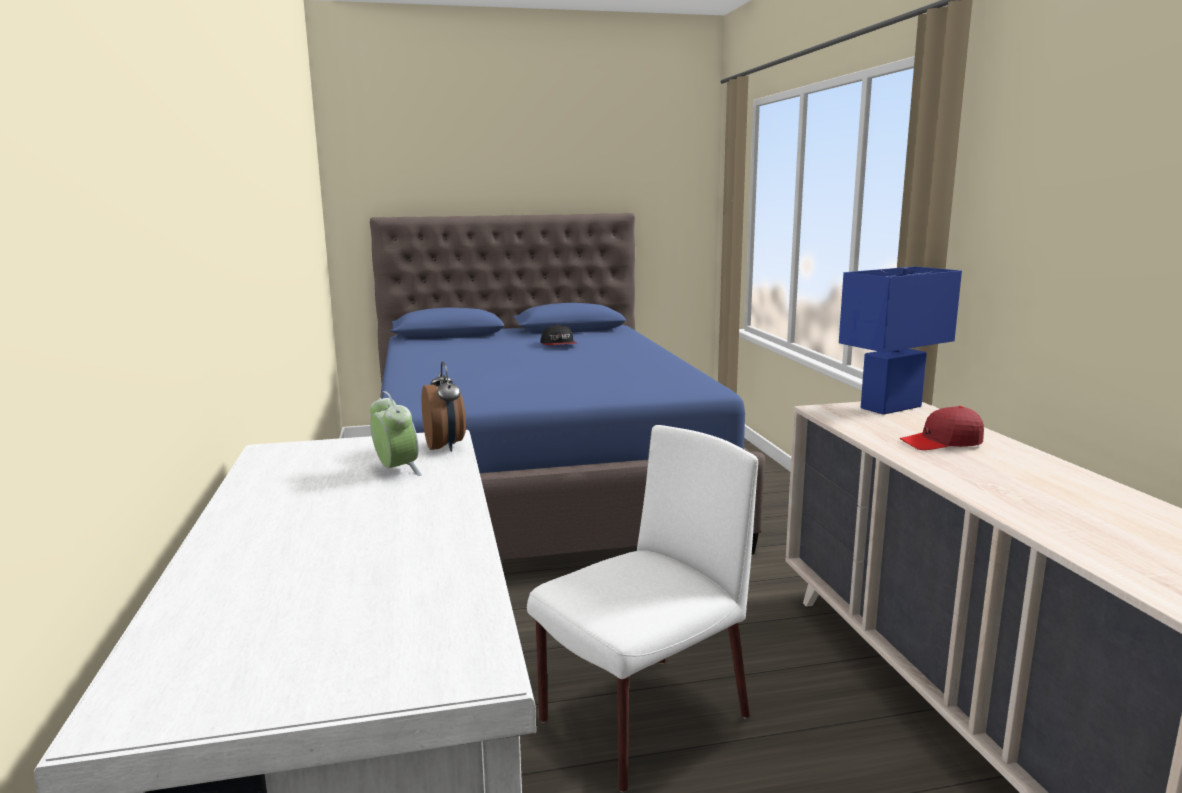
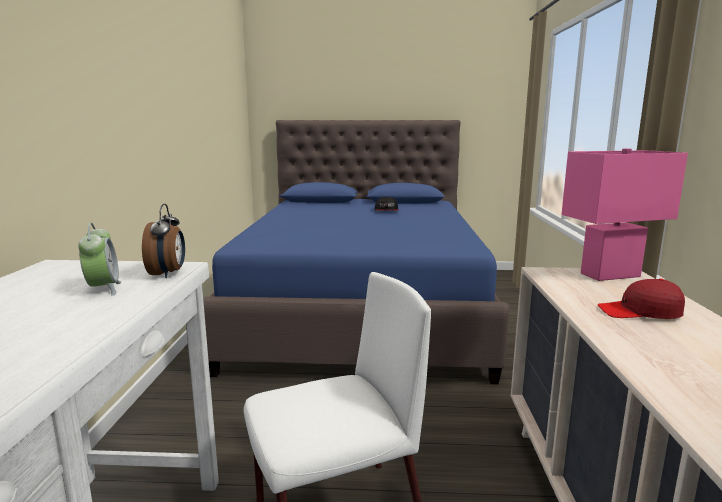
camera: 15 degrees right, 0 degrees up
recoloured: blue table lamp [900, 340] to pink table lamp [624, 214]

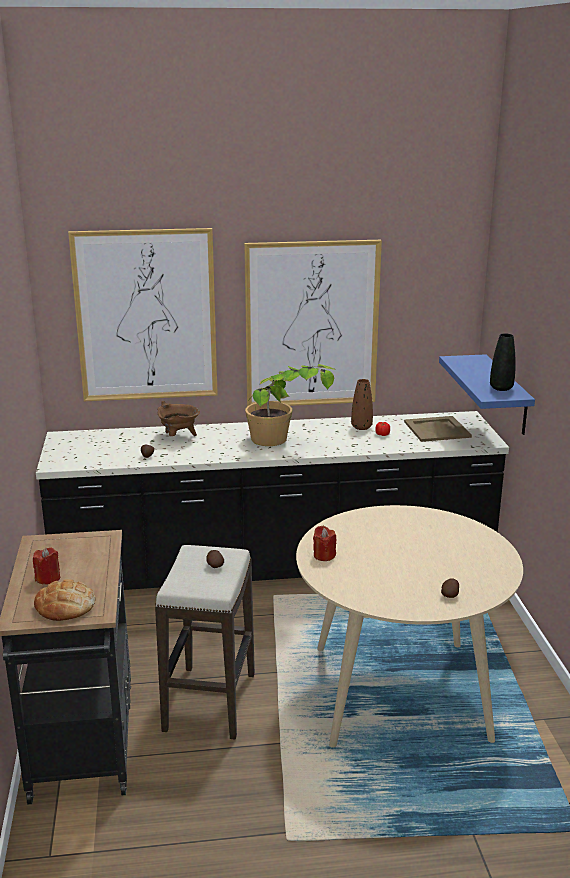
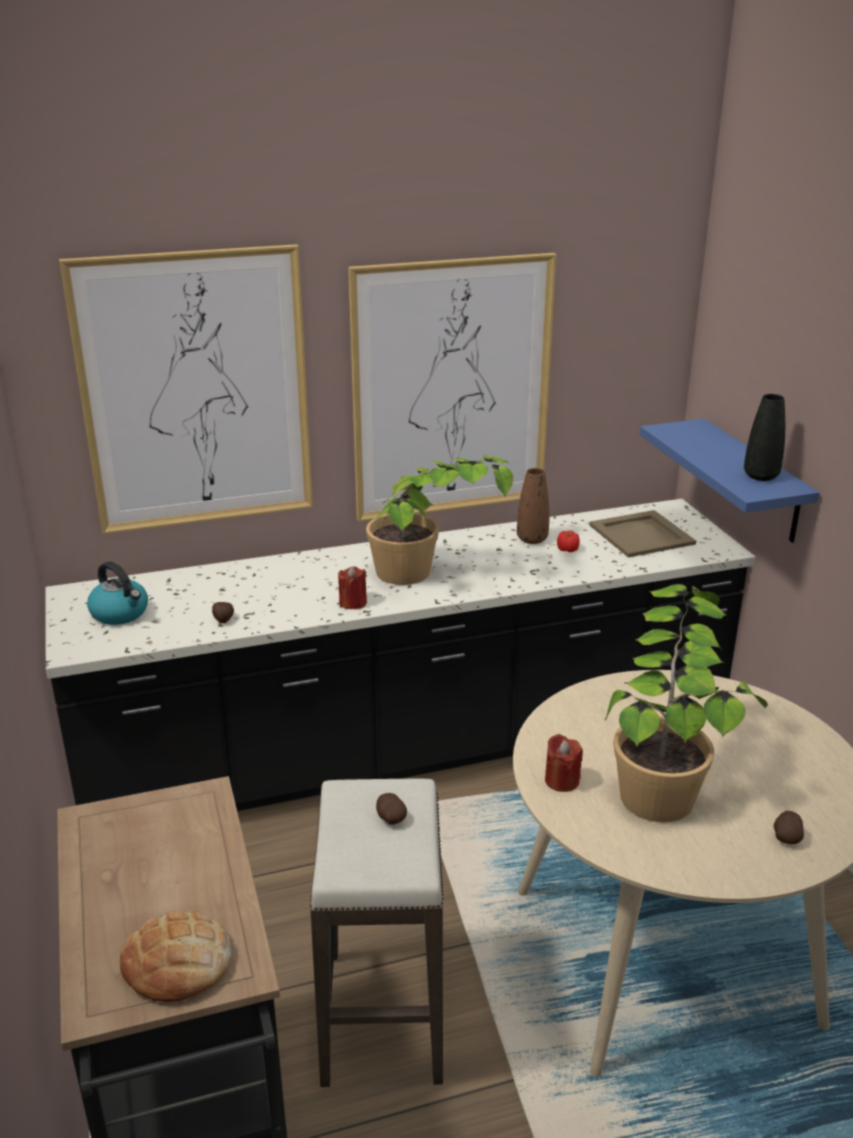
camera: 10 degrees left, 5 degrees up
removed: brown cooking pot [178, 418]
added: kettle [117, 593]; potted plant [686, 703]
moved: red candle [46, 566] to [352, 587]

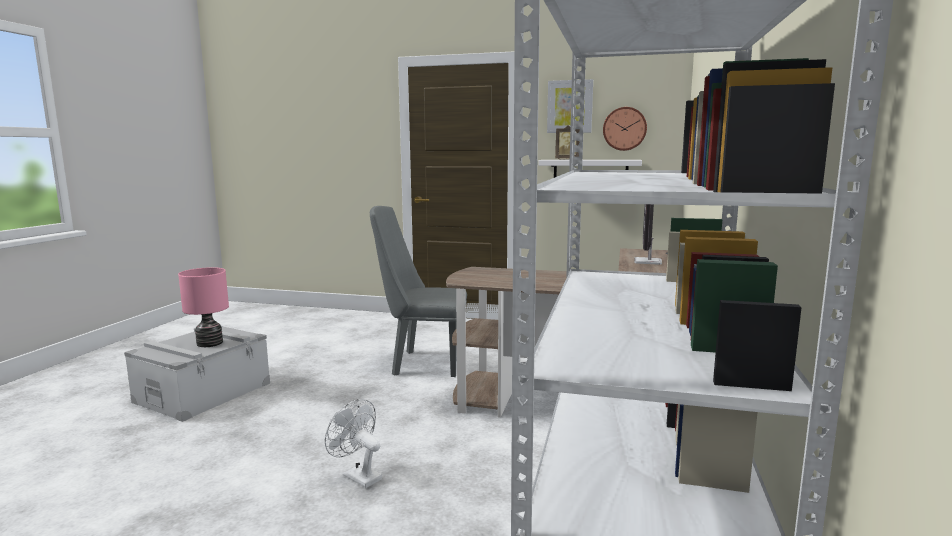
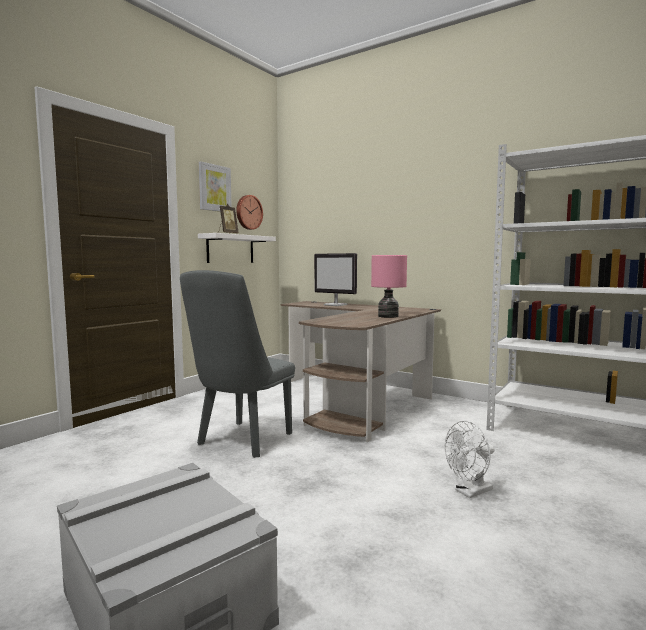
camera: 70 degrees left, 5 degrees down
moved: pink table lamp [203, 307] to [389, 286]

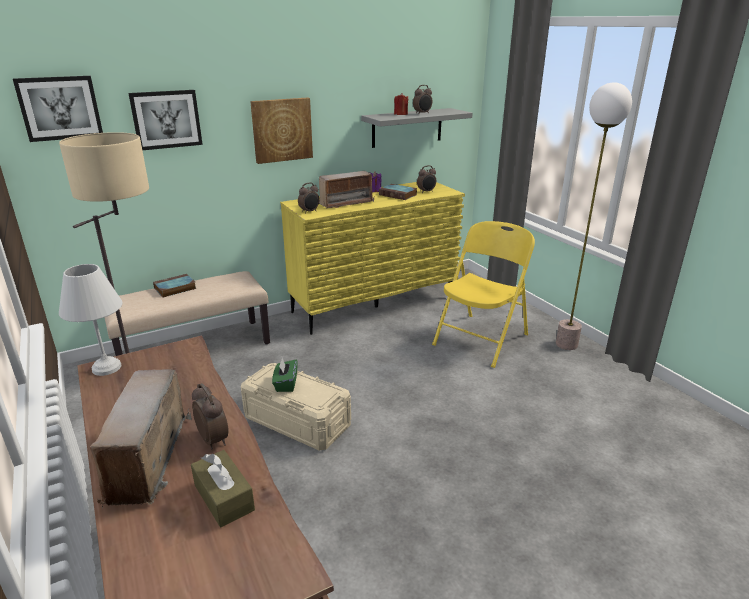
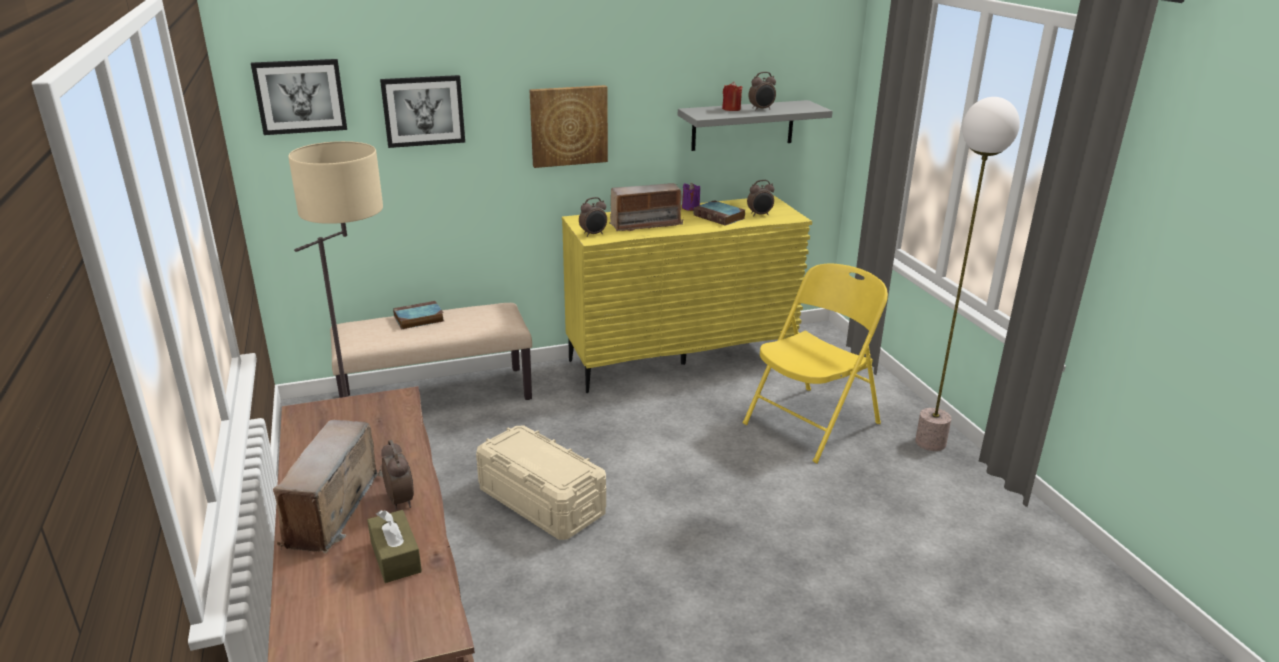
camera: 10 degrees right, 0 degrees up
removed: white table lamp [90, 320]; green tissue box [285, 375]

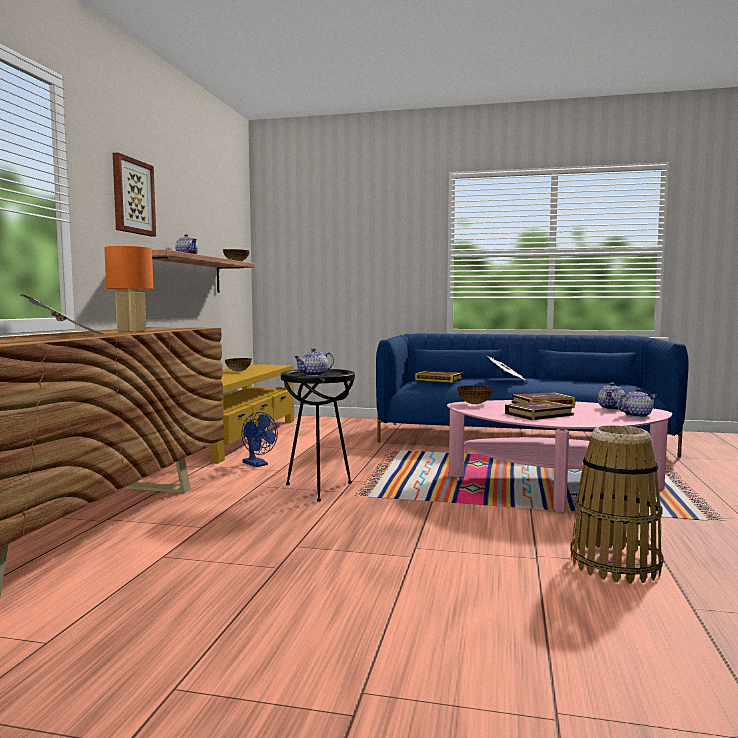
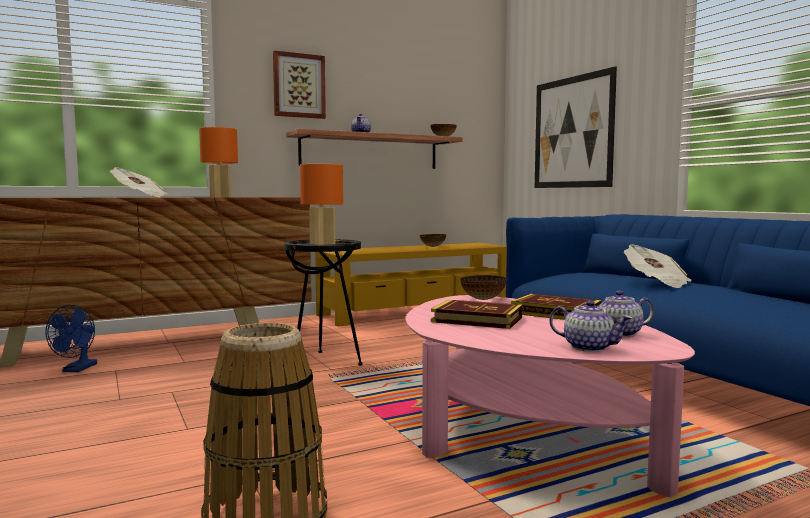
camera: 50 degrees right, 0 degrees up
removed: book [439, 377]
added: picture [576, 127]
moved: blue fan [259, 439] to [71, 338]
replaced: teapot [313, 362] to orange table lamp [321, 204]

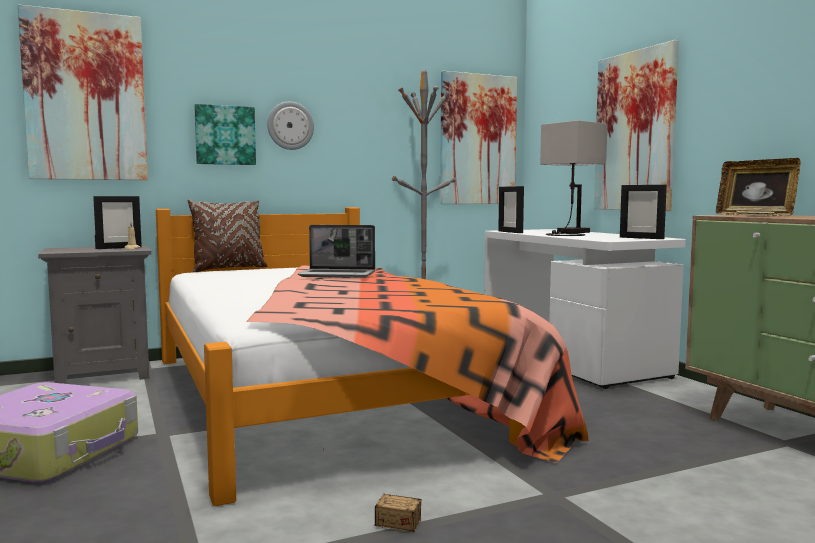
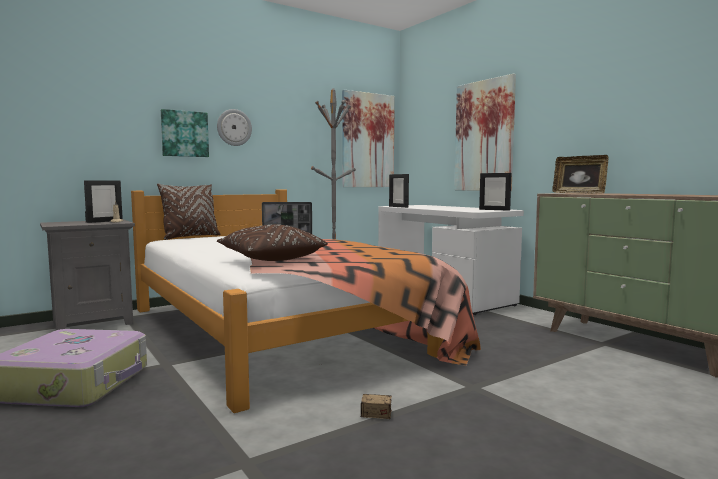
camera: 10 degrees left, 0 degrees up
removed: picture [83, 92]; table lamp [574, 178]
added: brown pillow [272, 242]

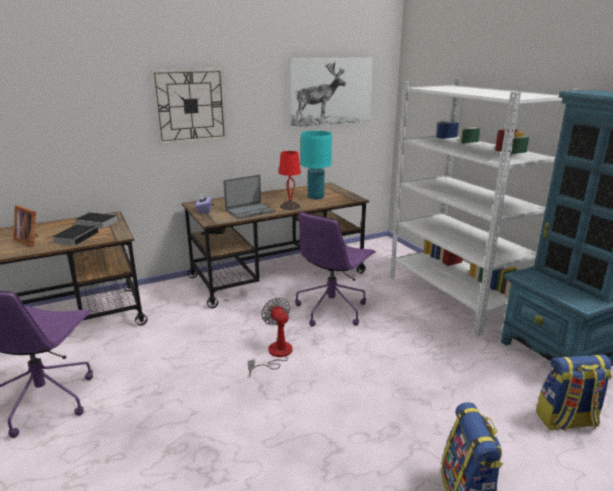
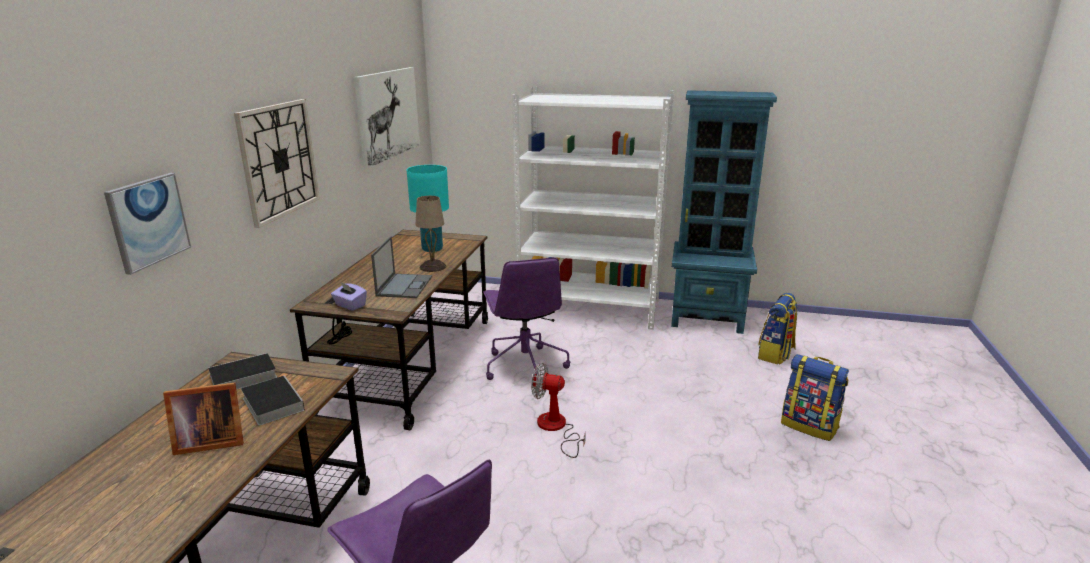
camera: 50 degrees left, 0 degrees up
added: picture [147, 224]
recoloured: red table lamp [290, 180] to beige table lamp [431, 234]

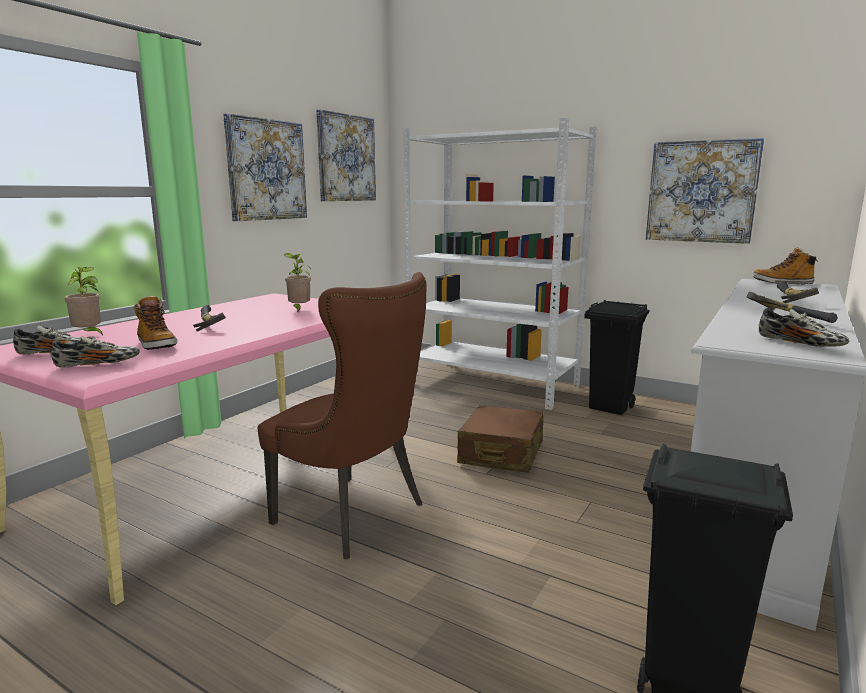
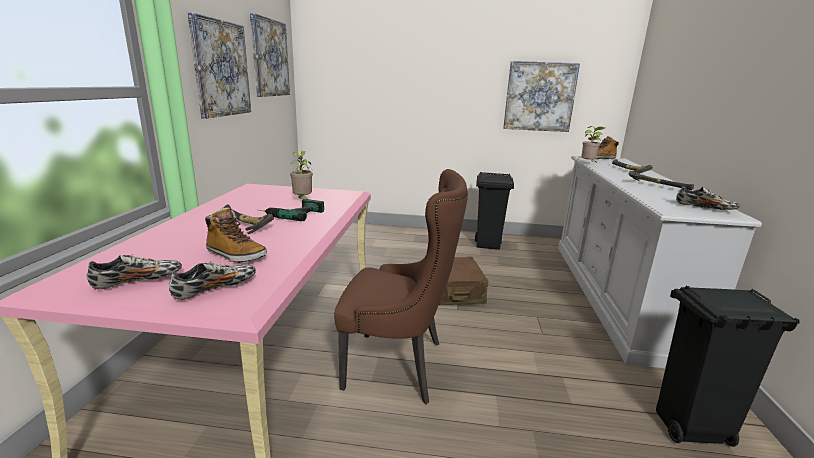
camera: 25 degrees left, 5 degrees up
removed: white bookcase [500, 264]
added: power drill [291, 210]
moved: potted plant [83, 301] to [593, 144]

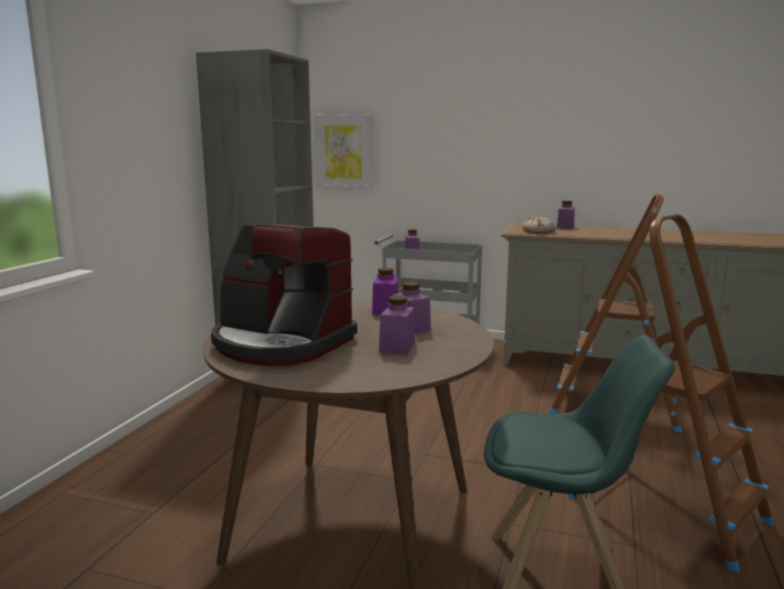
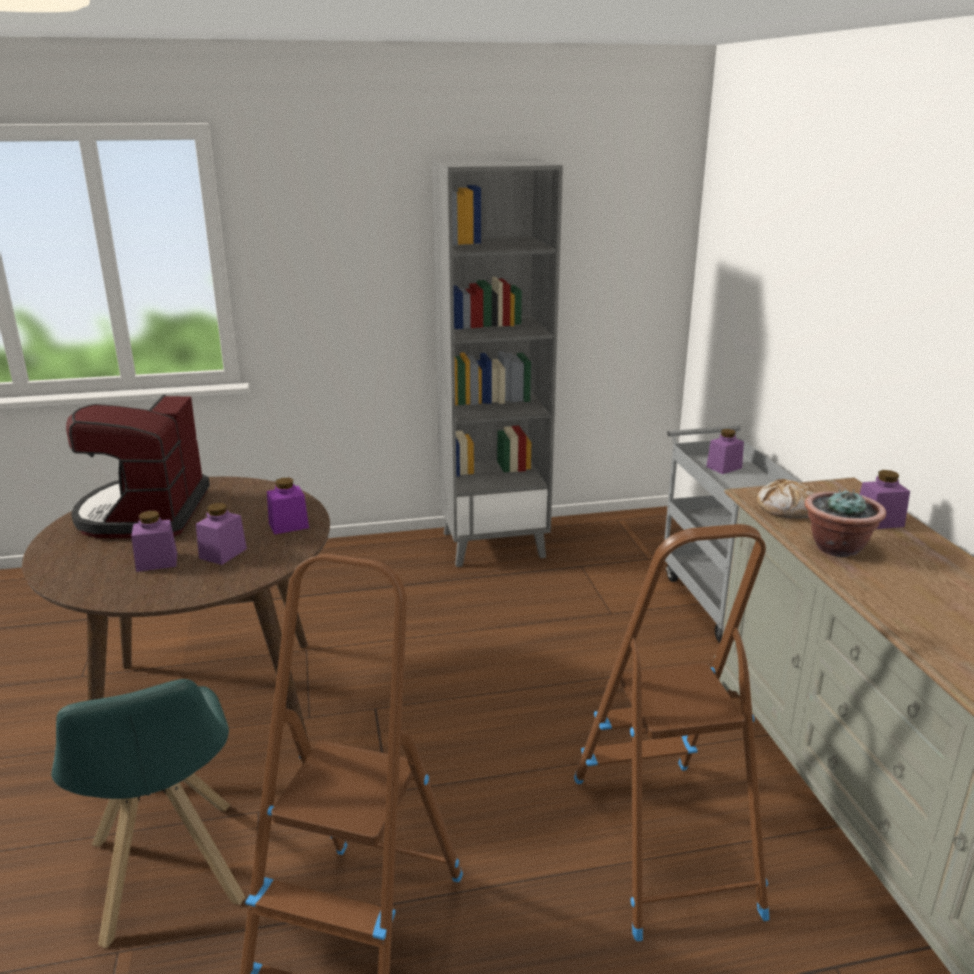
camera: 60 degrees right, 10 degrees up
removed: picture [343, 152]
added: potted plant [845, 523]

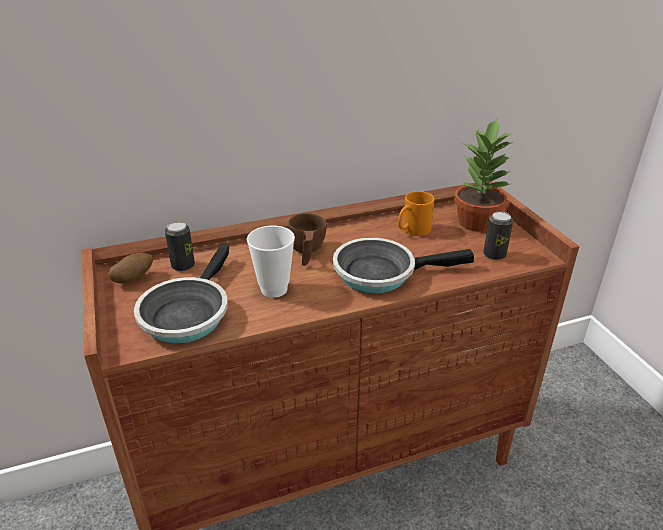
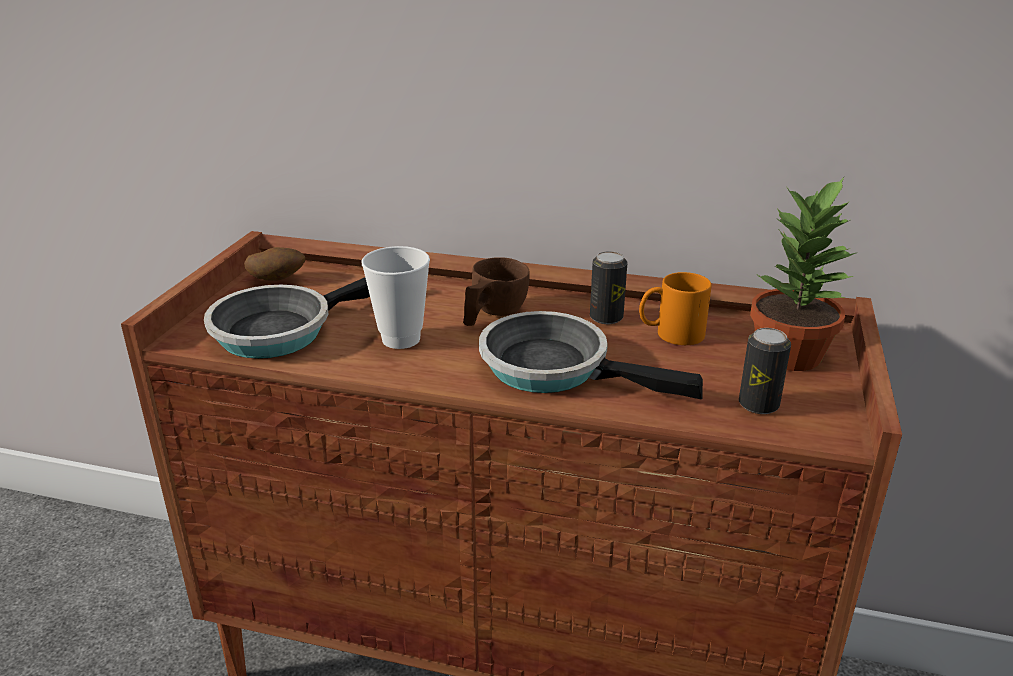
camera: 35 degrees right, 5 degrees down
moved: can [180, 246] to [608, 287]

